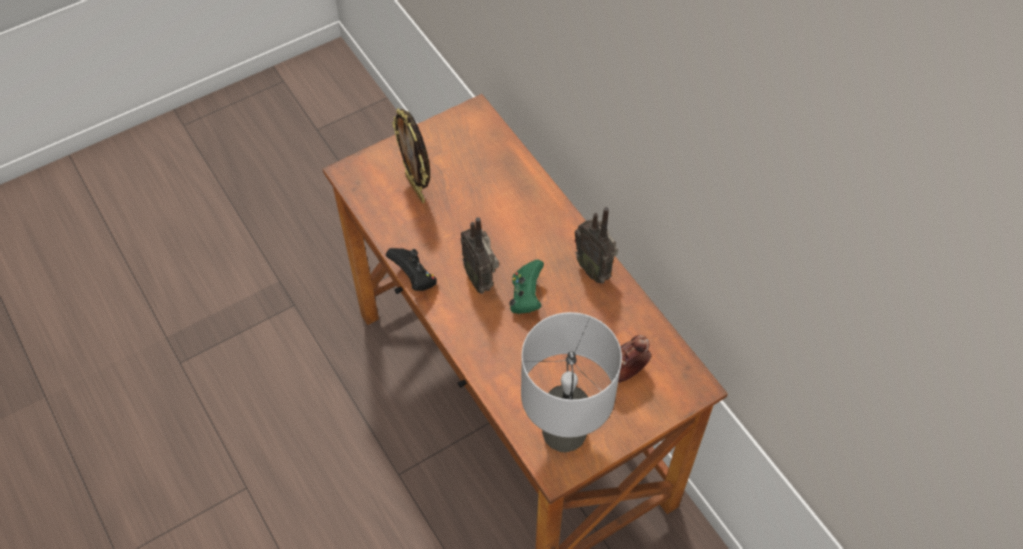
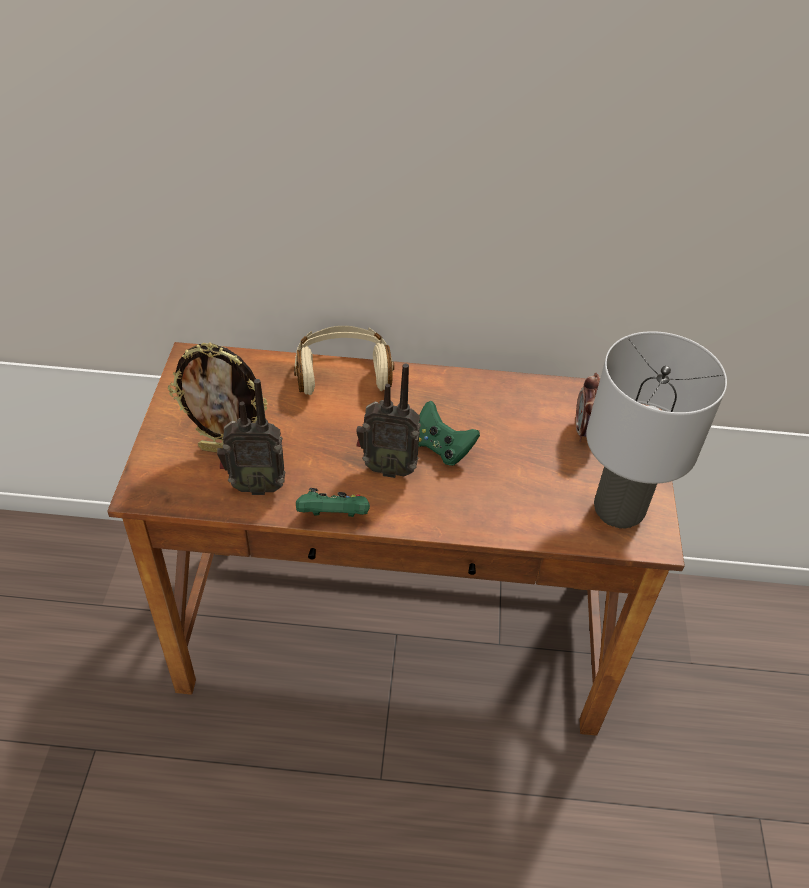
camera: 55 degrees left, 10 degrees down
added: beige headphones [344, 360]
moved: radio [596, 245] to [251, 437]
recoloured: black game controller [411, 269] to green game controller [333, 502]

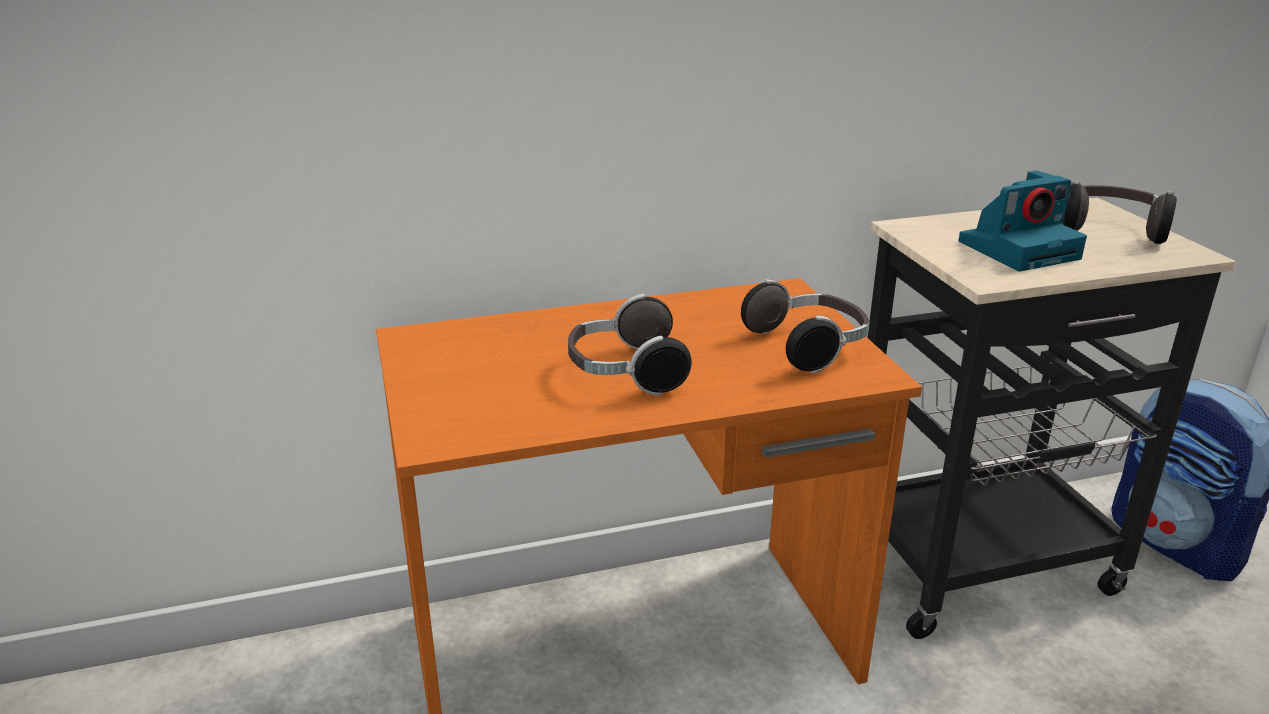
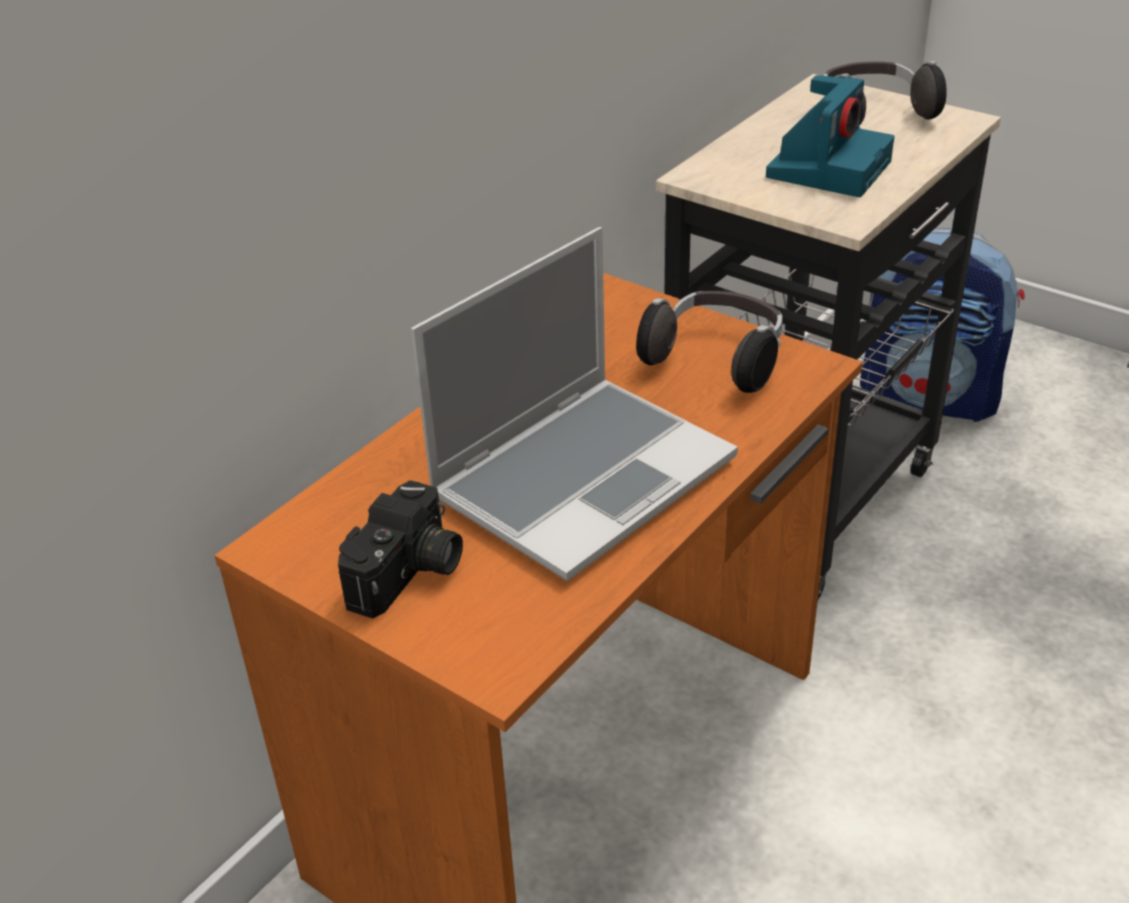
camera: 35 degrees left, 10 degrees up
added: photo camera [400, 549]
replaced: headphones [630, 345] to laptop [574, 404]

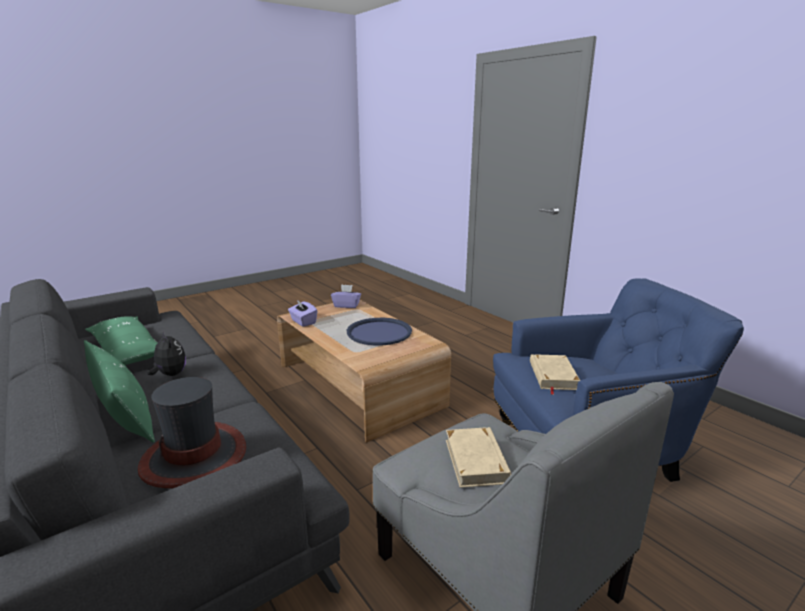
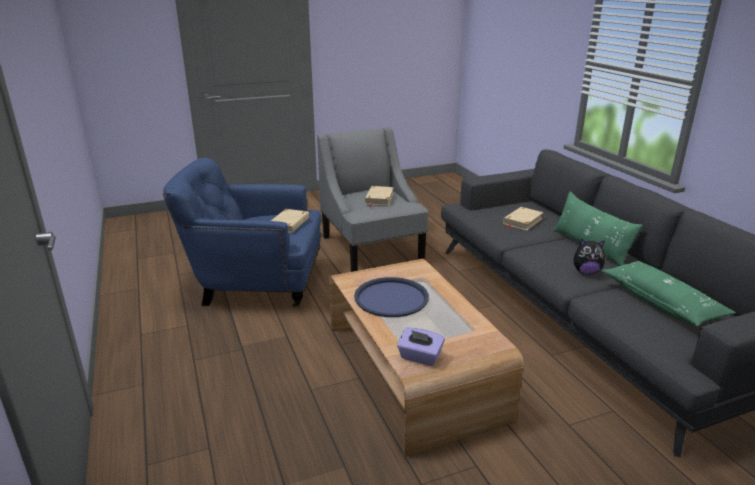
camera: 165 degrees left, 5 degrees up
removed: purple tissue box [302, 313]
replaced: hat [192, 432] to beige book [523, 219]
turned: plush toy [166, 353] = [589, 257] 60 degrees counterclockwise

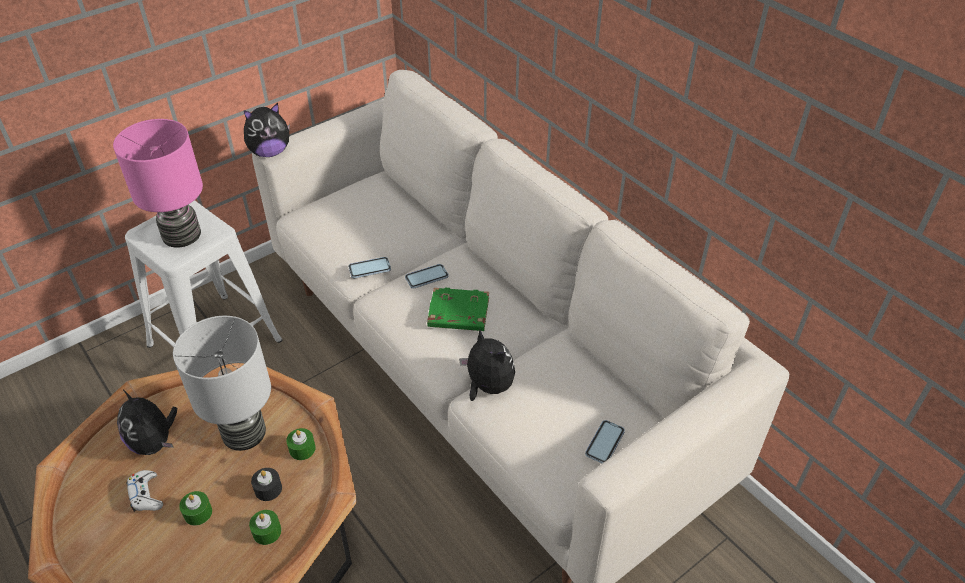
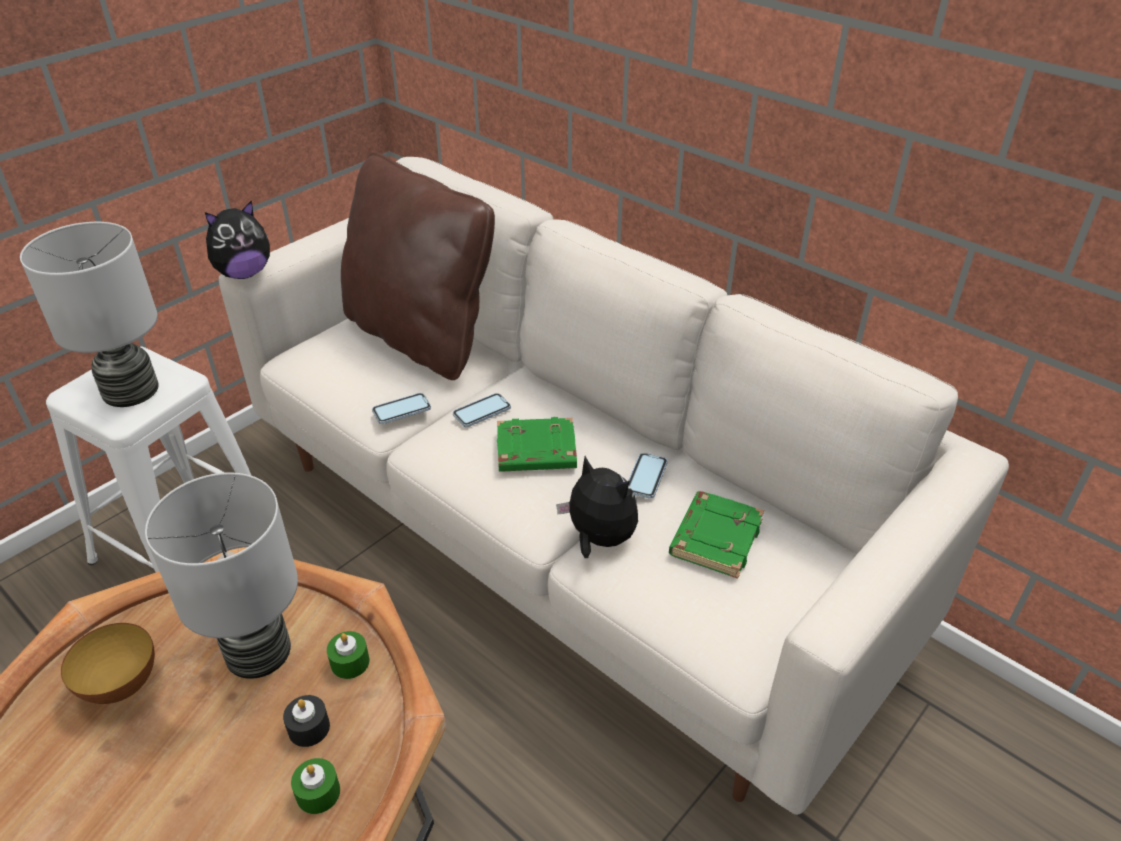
camera: 10 degrees left, 5 degrees down
removed: white game controller [145, 491]; green candle [195, 508]
added: brown pillow [418, 266]; green book [716, 535]
moved: phone [605, 441] to [647, 476]
replaced: plush toy [147, 422] to bowl [108, 663]
recoloured: pink table lamp [158, 183] to grey table lamp [89, 314]

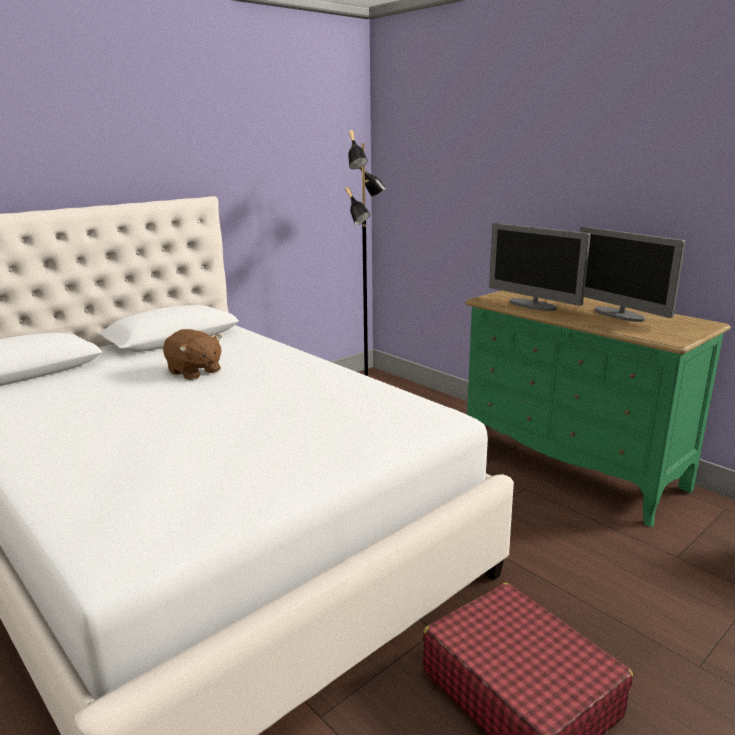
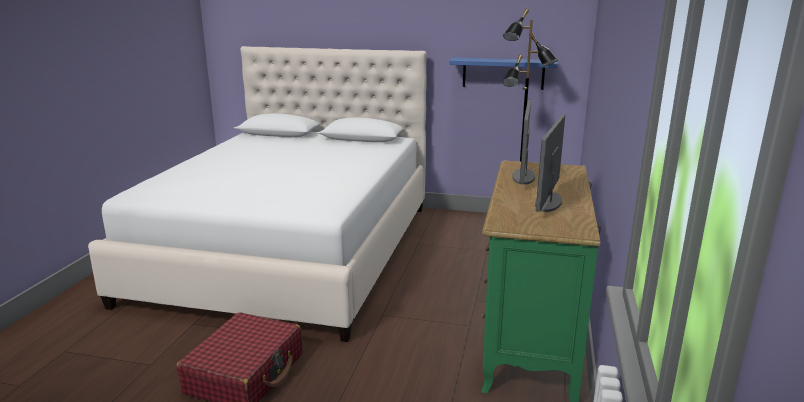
camera: 55 degrees right, 0 degrees up
removed: brown plush toy [192, 354]
added: blue shelf [503, 73]

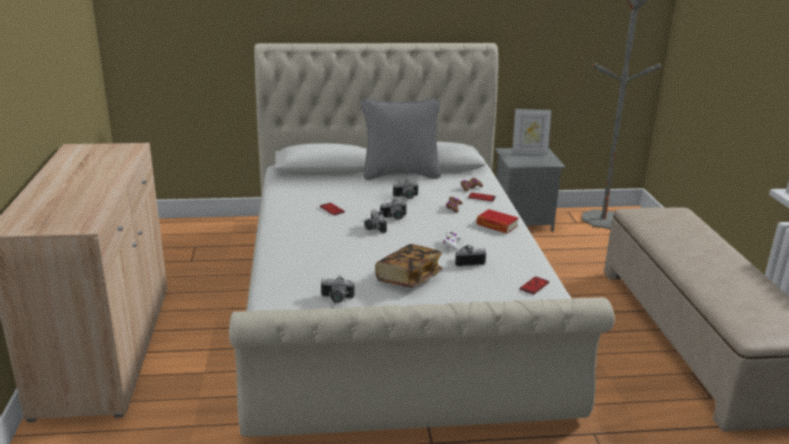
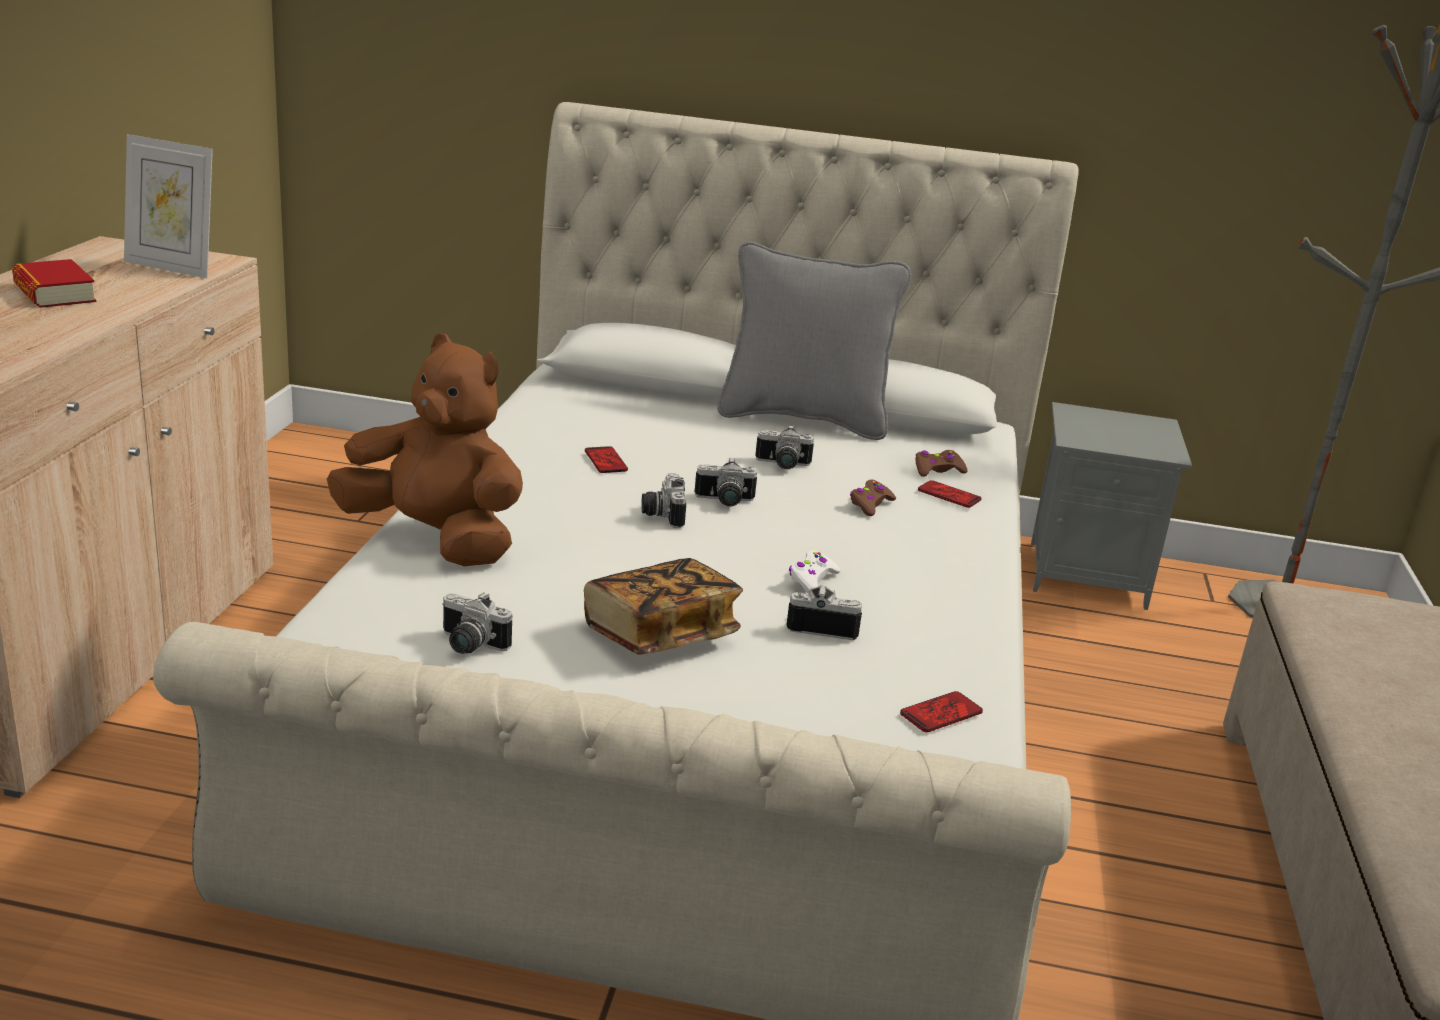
camera: 15 degrees right, 0 degrees up
added: brown plush toy [425, 450]
moved: book [497, 221] to [54, 283]; picture frame [532, 132] to [168, 206]

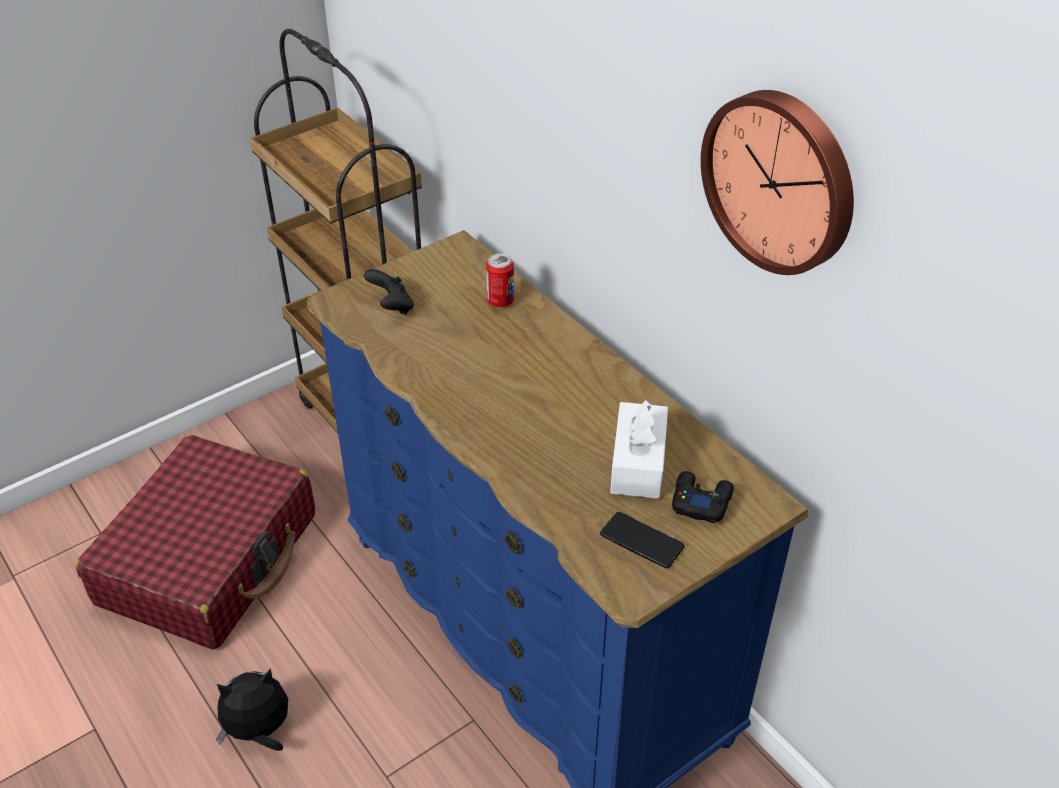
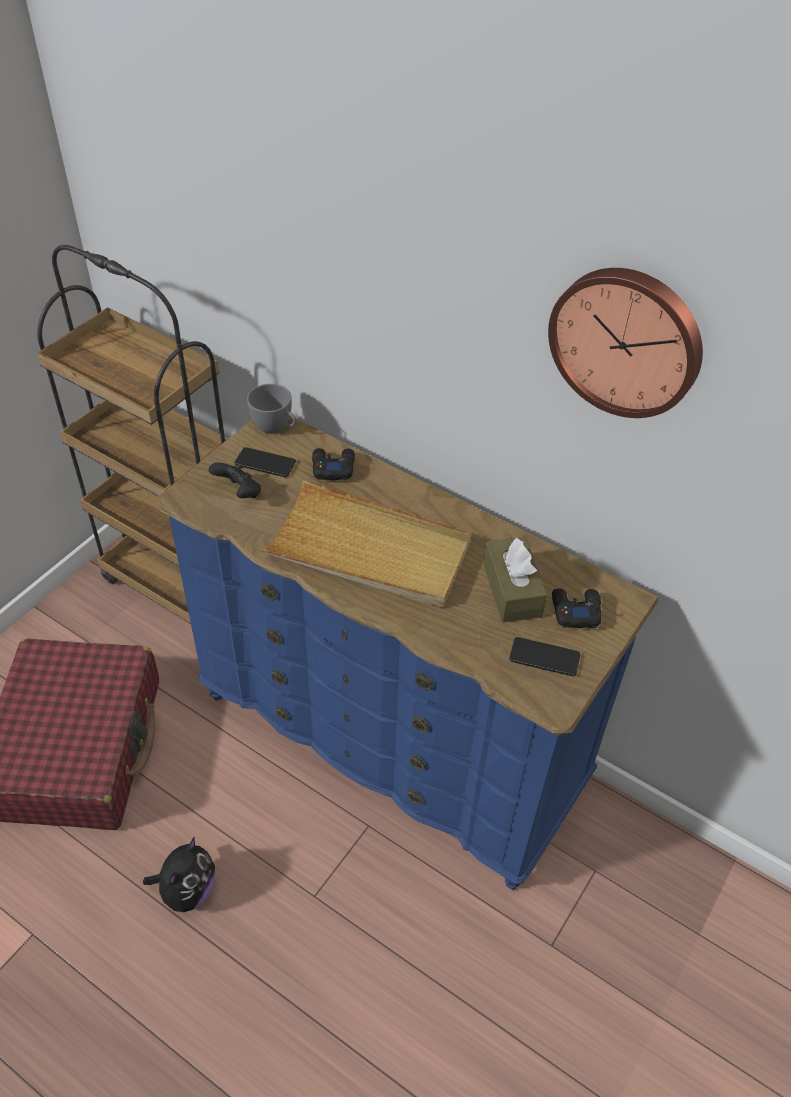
camera: 20 degrees left, 5 degrees up
added: phone [265, 462]; grey cup [271, 409]; beige tray [366, 543]
replaced: can [500, 280] to black game controller [333, 464]
recoloured: white tissue box [639, 449] to brown tissue box [515, 579]
turned: plush toy [252, 709] = [179, 874] 150 degrees clockwise

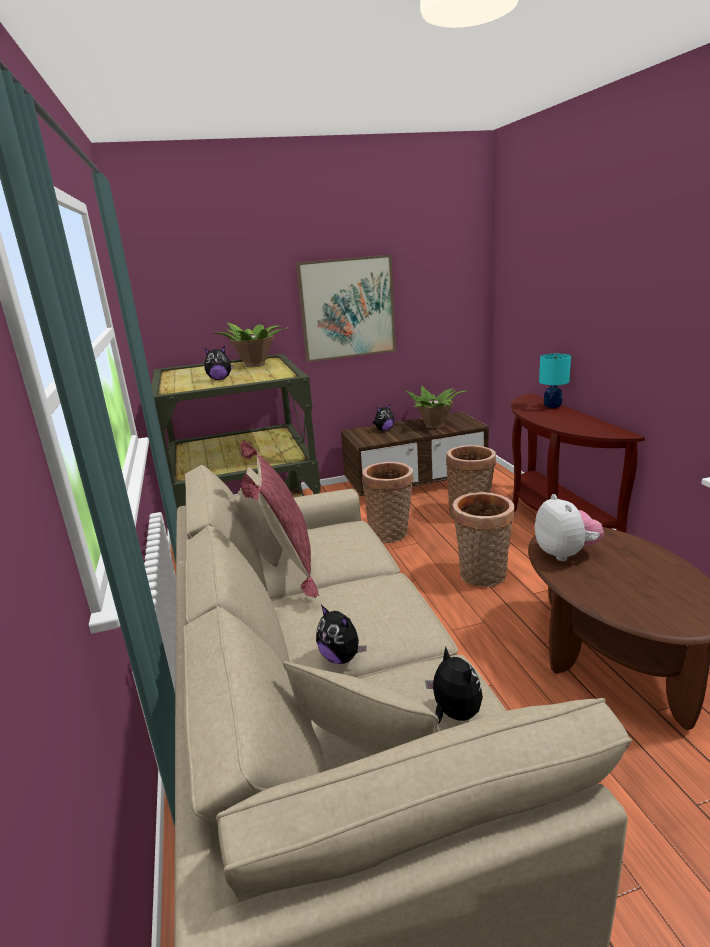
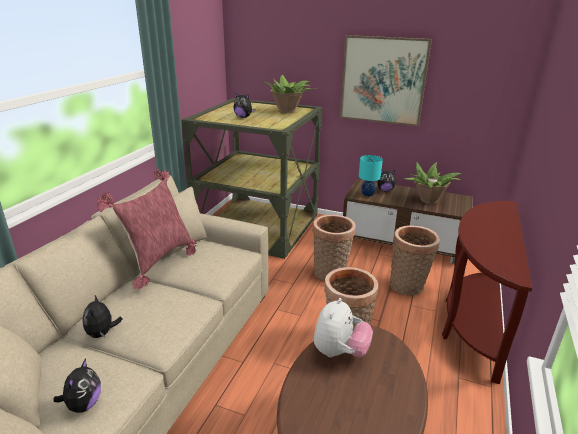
camera: 35 degrees right, 5 degrees up
moved: turquoise table lamp [555, 381] to [371, 175]

